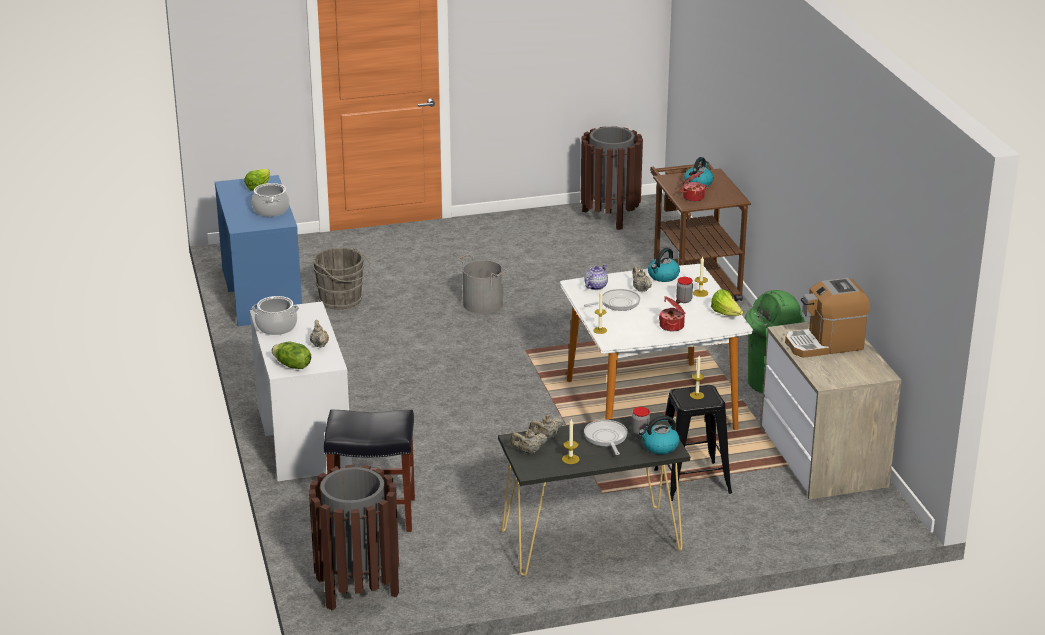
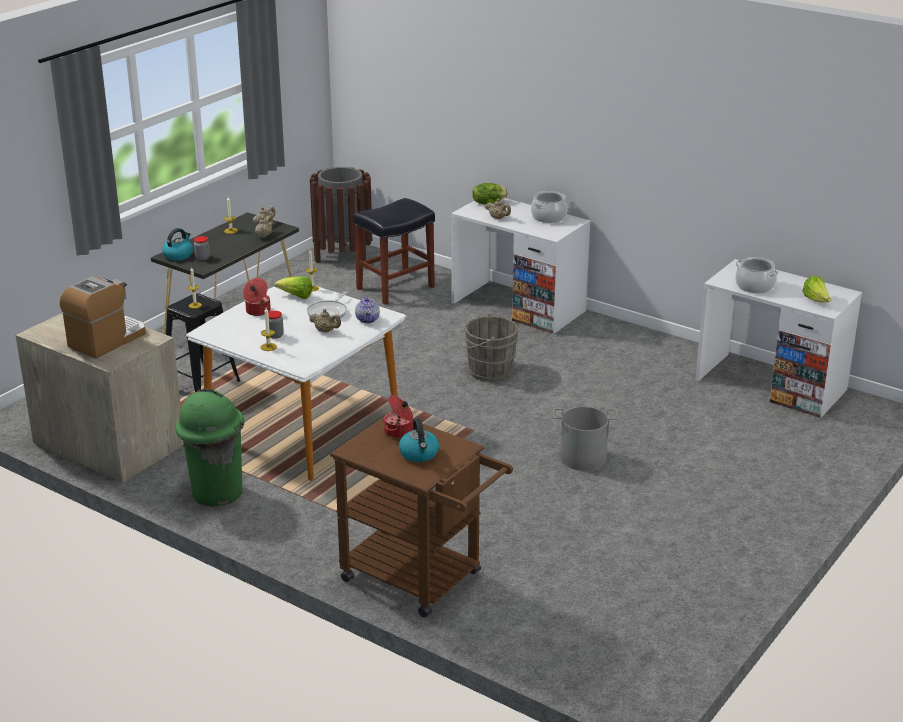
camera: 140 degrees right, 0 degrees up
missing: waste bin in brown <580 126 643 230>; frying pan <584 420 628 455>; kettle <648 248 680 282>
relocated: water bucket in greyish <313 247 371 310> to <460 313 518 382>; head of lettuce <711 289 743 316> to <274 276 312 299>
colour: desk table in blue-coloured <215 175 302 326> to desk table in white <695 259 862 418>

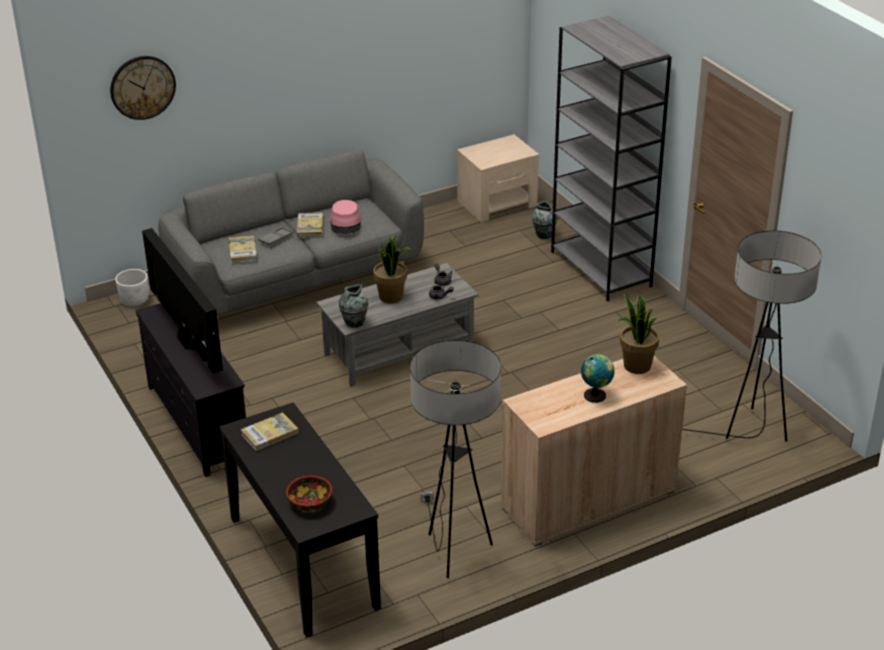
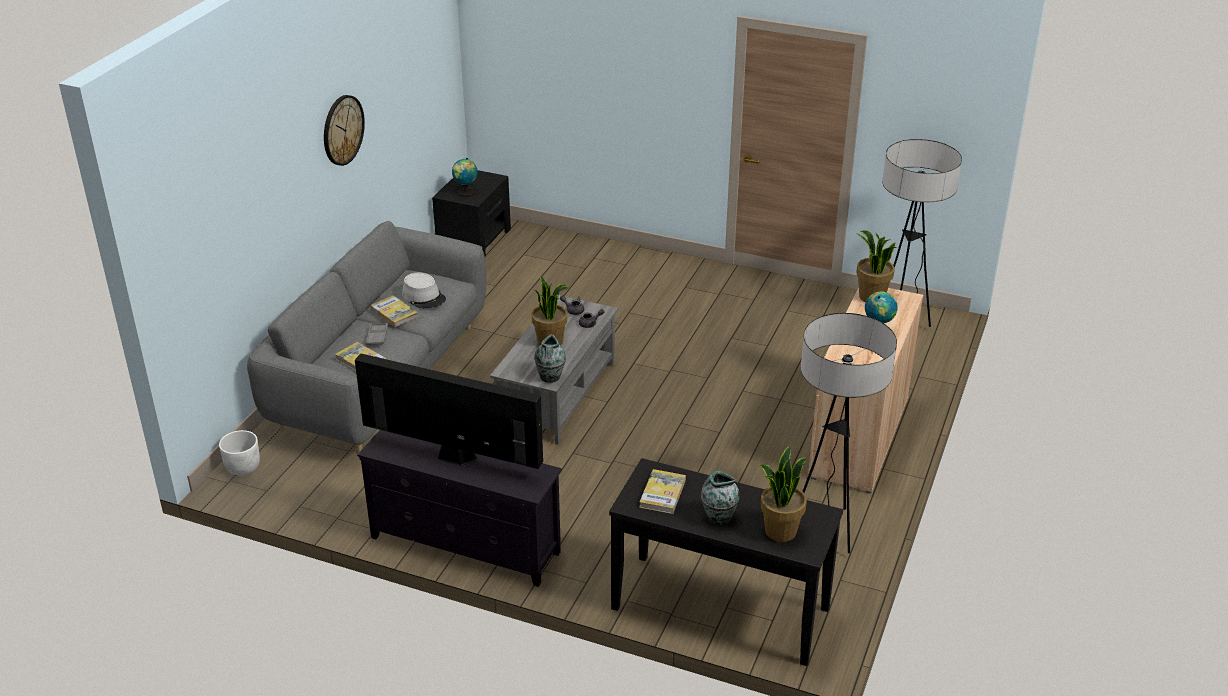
camera: 40 degrees left, 0 degrees up
missing: bookcase in greyish <551 15 672 301>
appeared: globe <452 158 478 197>
relocated: clock on the wall <110 56 176 120> to <324 95 365 166>; vase <532 201 558 239> to <701 471 740 526>
exchanged: bowl <286 476 332 511> to potted plant <760 445 808 542>
colour: hat in pink <330 200 362 234> to hat in greyish <402 273 446 308>; bedside table in sand-coloured <457 134 539 222> to bedside table in black-coloured <432 170 511 257>

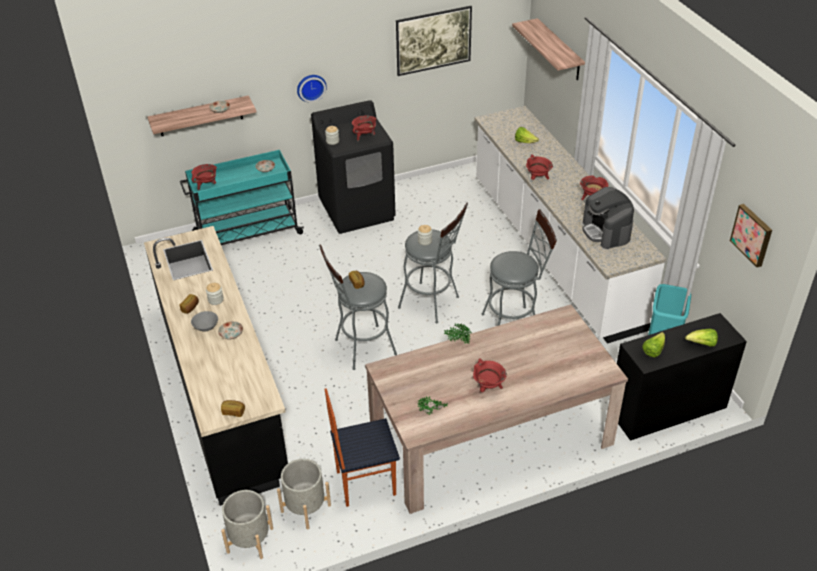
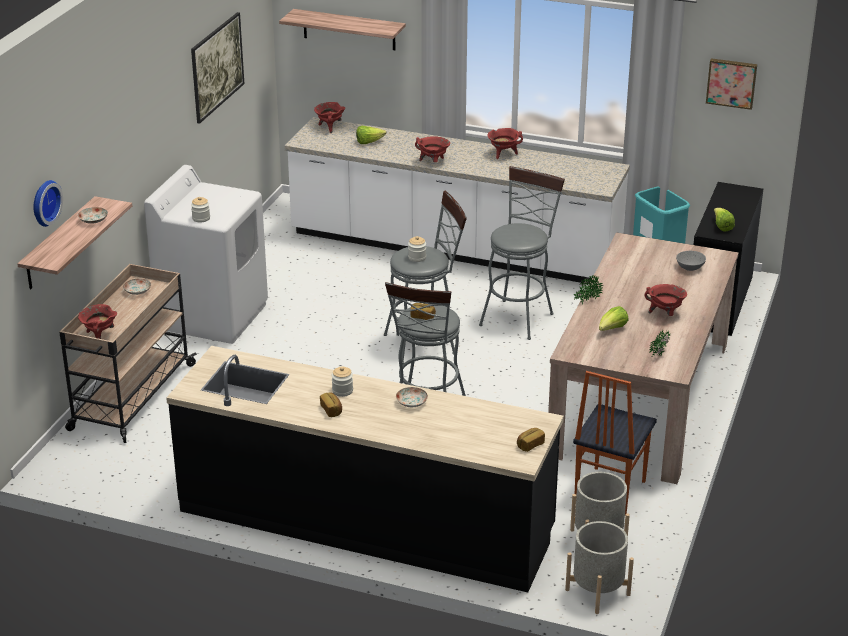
camera: 50 degrees left, 10 degrees down
missing: coffee maker <582 187 634 249>
relocated: bowl in greyish <191 311 218 331> to <676 251 706 271>; clock on the wall <297 75 327 102> to <34 180 63 227>; saucepot in red-coloured <352 115 376 142> to <314 102 345 133>; head of lettuce <685 329 718 347> to <599 306 629 331>
colour: cart in blue-green <180 150 304 245> to cart in sand-coloured <59 264 197 443>; laundry machine in black-coloured <311 100 396 234> to laundry machine in white <144 165 268 344>

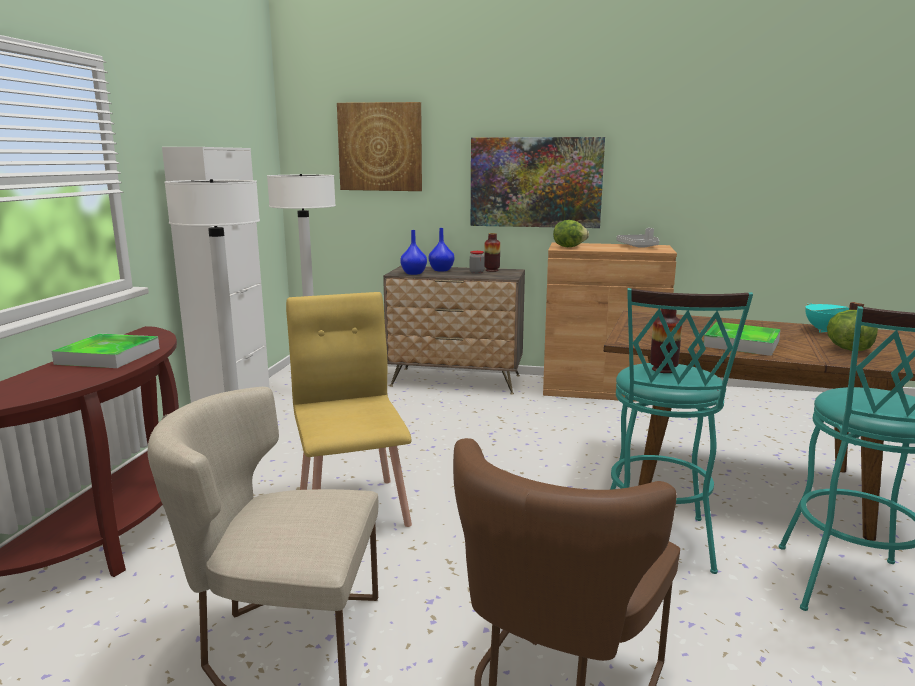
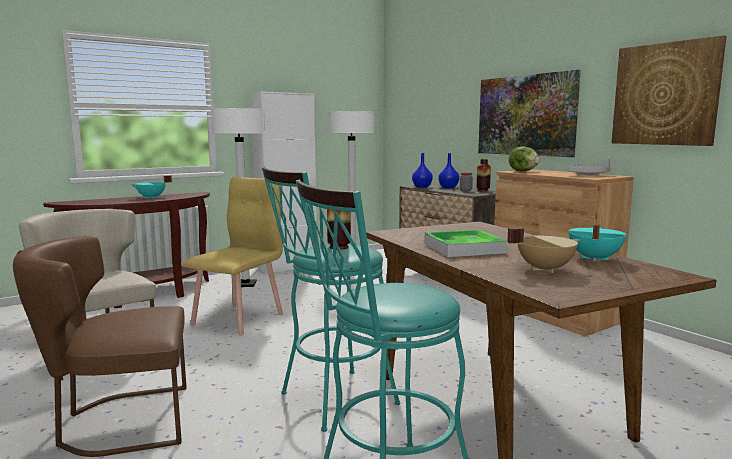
camera: 45 degrees right, 5 degrees down
relocated: picture <337 102 422 191> to <611 35 727 146>
exchanged: tray <52 334 160 368> to saucepot in blue-green <131 175 172 199>; head of lettuce <827 310 878 351> to saucepot in sand-coloured <507 228 580 273>

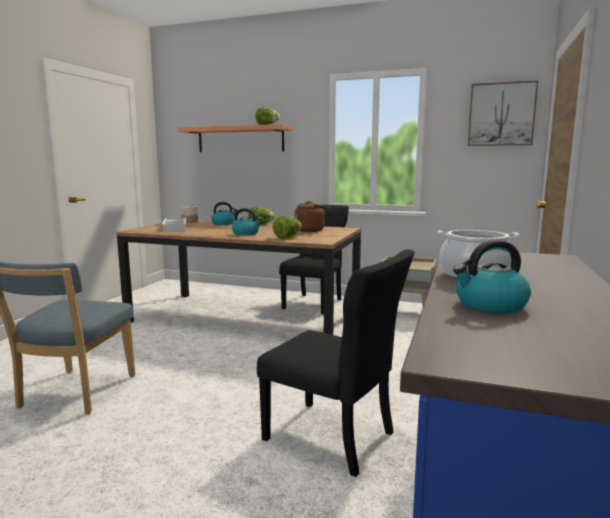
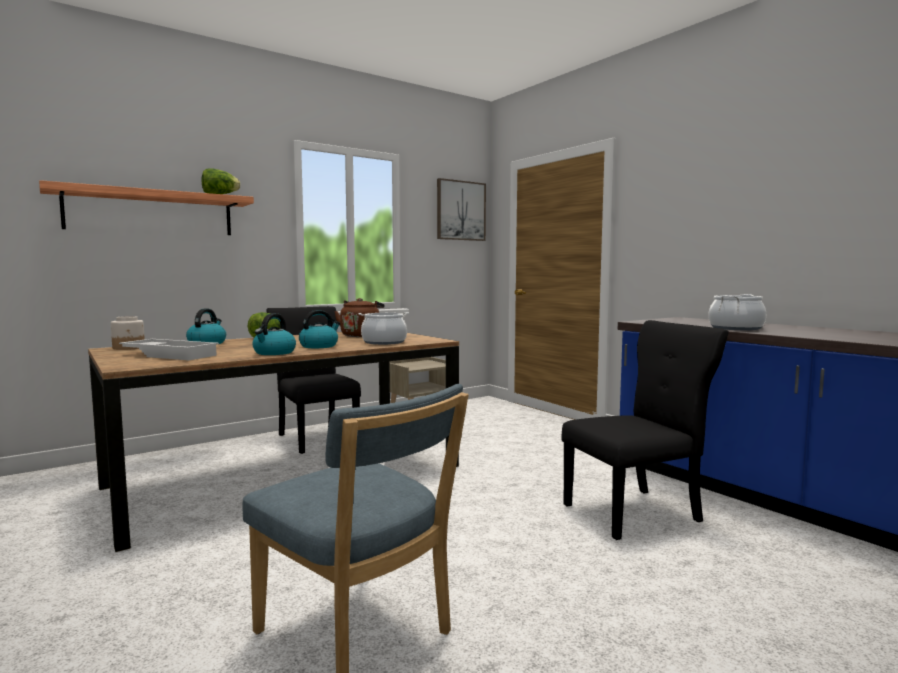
camera: 55 degrees left, 5 degrees down
relocated: kettle <453 240 531 314> to <252 313 296 355>
exchanged: head of lettuce <273 216 302 238> to saucepot <359 312 409 345>

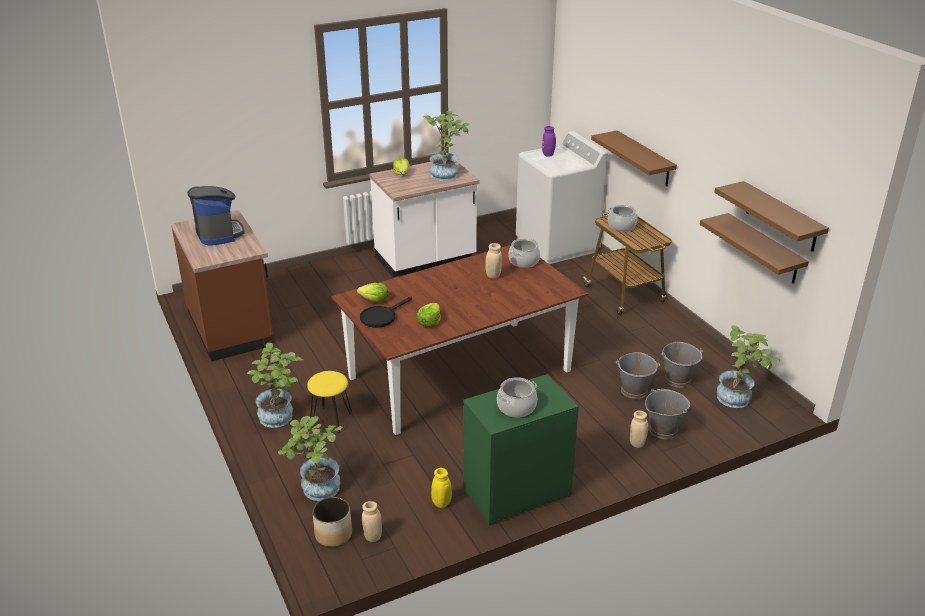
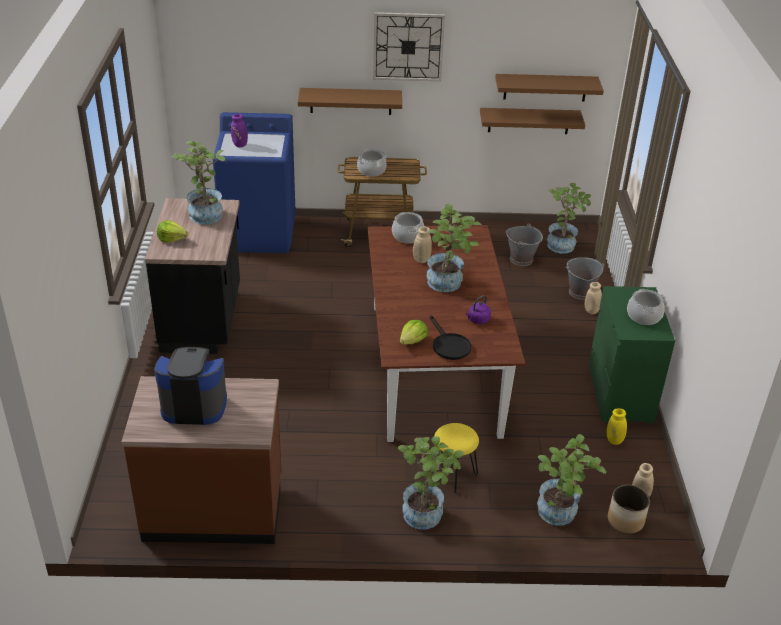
camera: 65 degrees left, 5 degrees up
missing: water bucket in greyish <616 352 660 399>
appeared: clock on the wall <373 12 445 81>; potted plant <426 204 481 292>
exchanged: head of lettuce <417 303 441 327> to kettle in purplish <466 295 491 324>
colour: counter in white <369 162 480 277> to counter in black-coloured <145 198 240 354>; laundry machine in white <516 131 608 264> to laundry machine in blue-coloured <213 112 296 253>

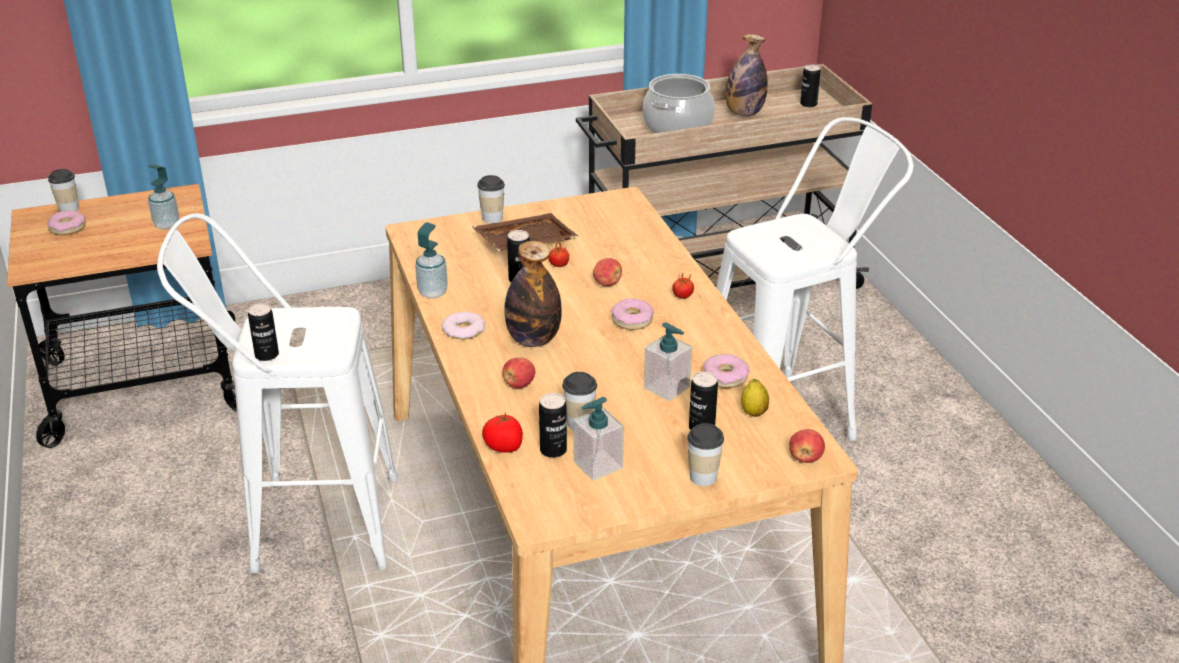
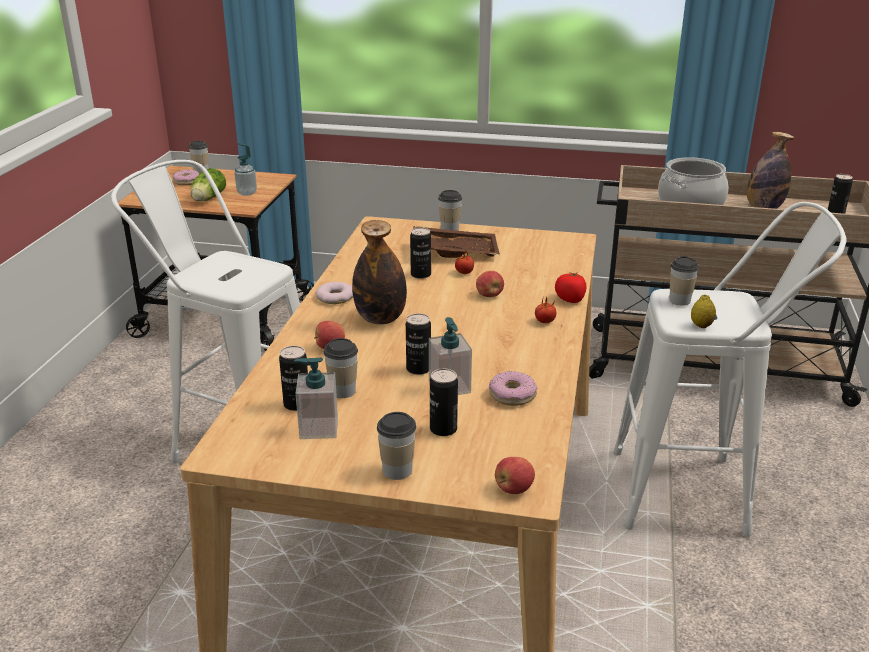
camera: 30 degrees right, 5 degrees down
missing: liquid soap bottle <415 222 448 298>; doughnut <611 298 654 330>
appeared: head of lettuce <191 168 226 201>; cup <669 256 699 305>
relocated: can <248 303 279 361> to <406 313 431 375>; whole tomato <482 412 523 453> to <555 272 586 303>; citrus fruit <741 379 769 417> to <691 295 716 328>

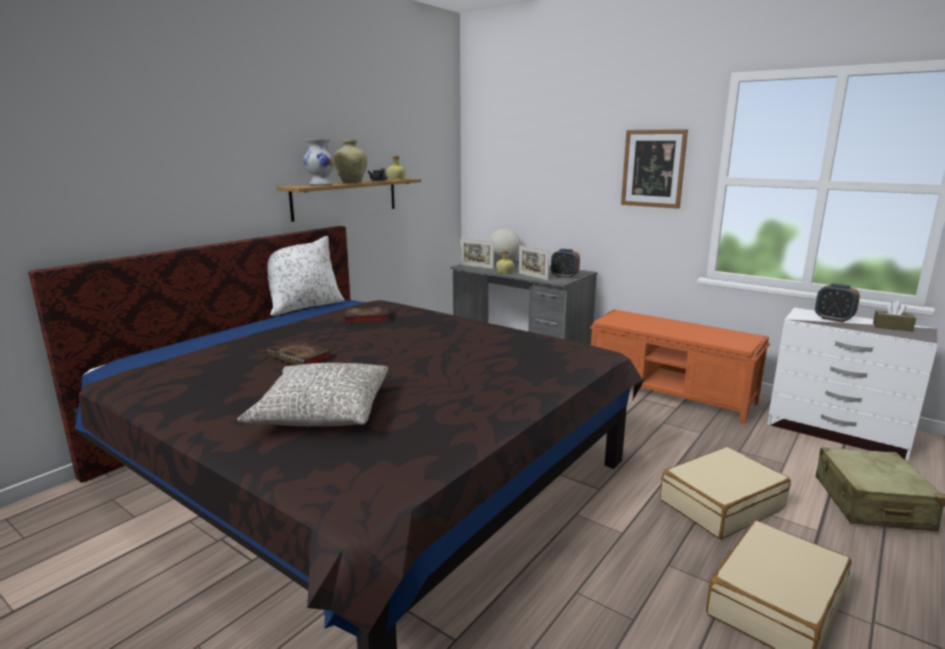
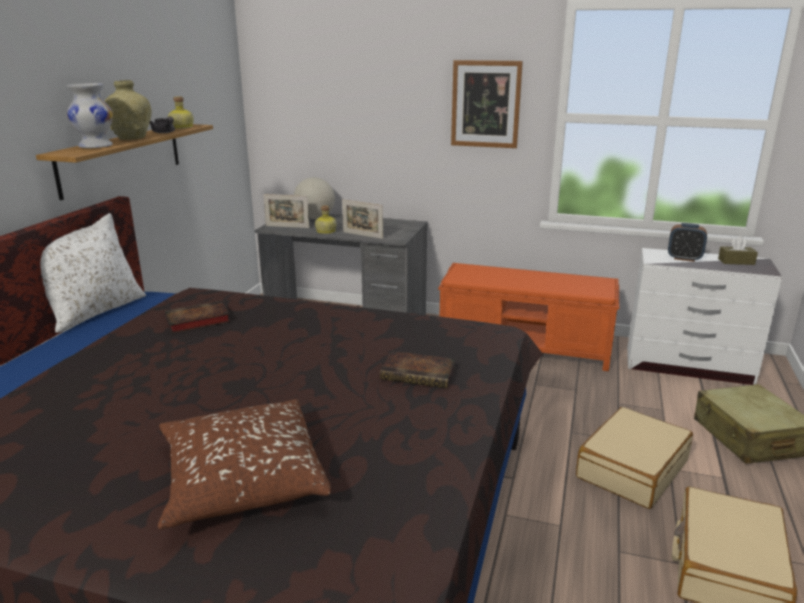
camera: 20 degrees left, 5 degrees up
missing: alarm clock <551 249 580 278>
relocated: bound book <267 340 333 365> to <380 351 456 388>
colour: cushion in greyish <237 363 388 426> to cushion in brown <158 399 331 529>

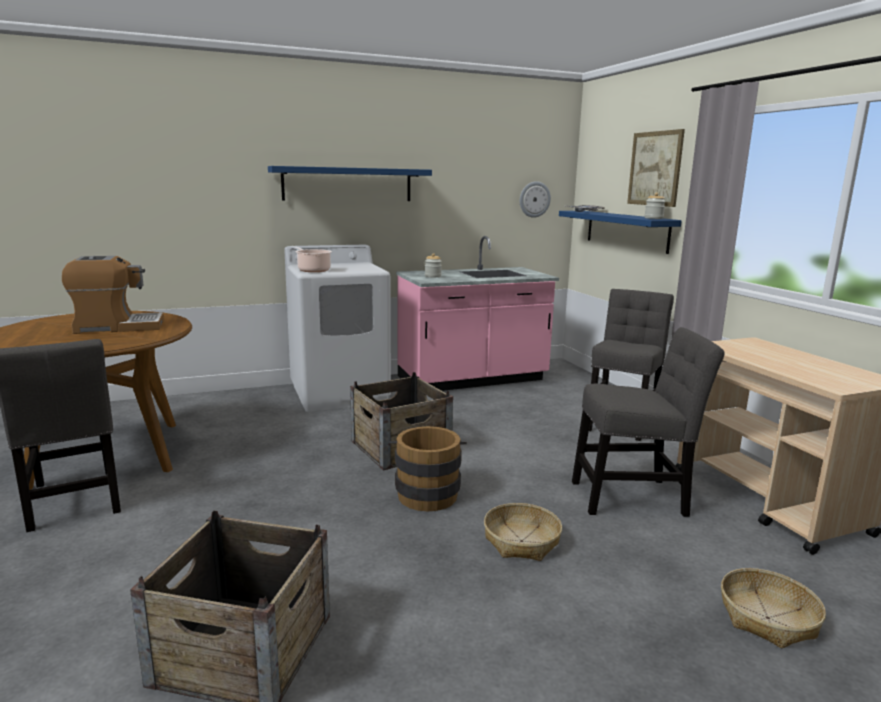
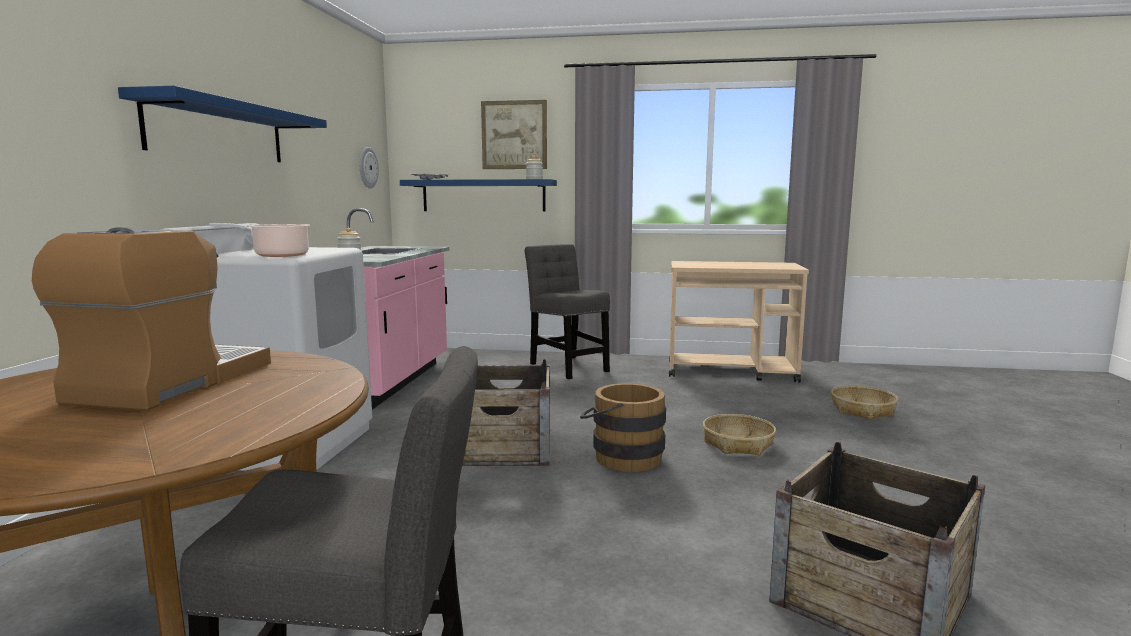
camera: 60 degrees left, 5 degrees down
missing: upright chair in greyish <572 327 725 517>

